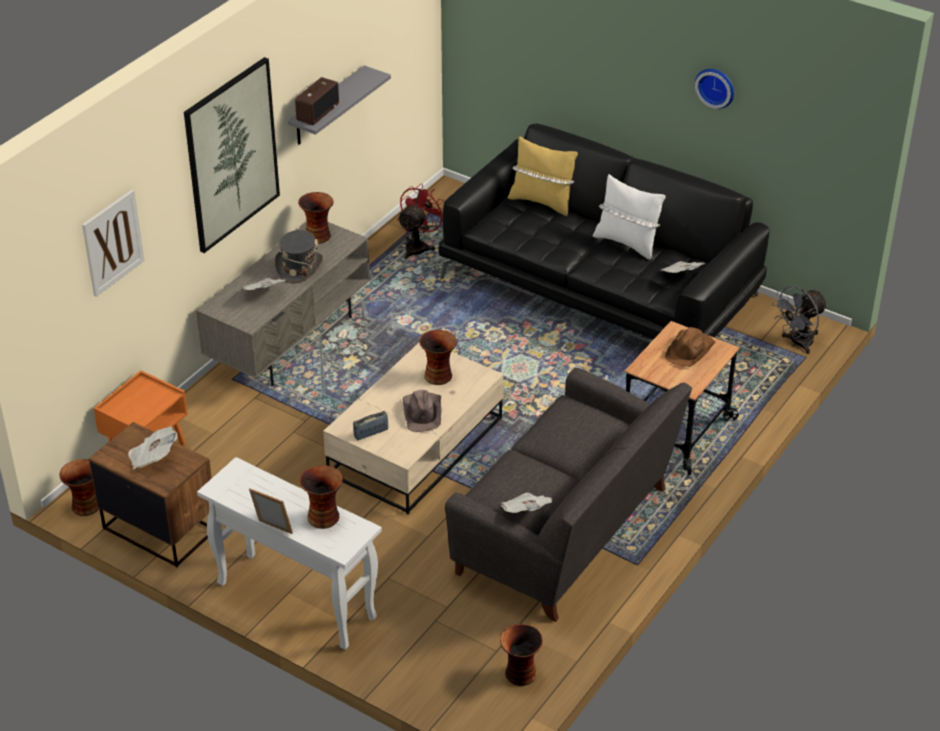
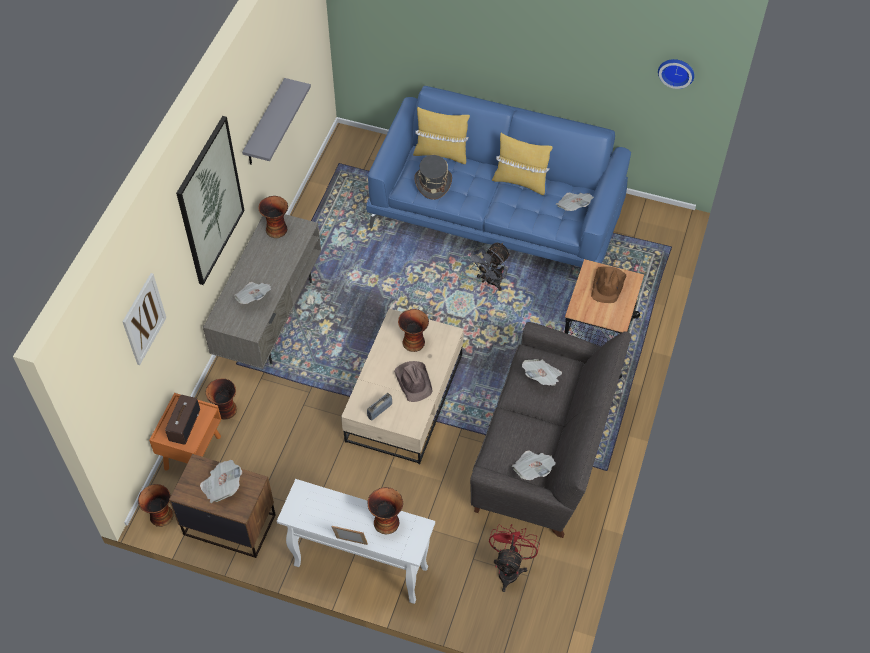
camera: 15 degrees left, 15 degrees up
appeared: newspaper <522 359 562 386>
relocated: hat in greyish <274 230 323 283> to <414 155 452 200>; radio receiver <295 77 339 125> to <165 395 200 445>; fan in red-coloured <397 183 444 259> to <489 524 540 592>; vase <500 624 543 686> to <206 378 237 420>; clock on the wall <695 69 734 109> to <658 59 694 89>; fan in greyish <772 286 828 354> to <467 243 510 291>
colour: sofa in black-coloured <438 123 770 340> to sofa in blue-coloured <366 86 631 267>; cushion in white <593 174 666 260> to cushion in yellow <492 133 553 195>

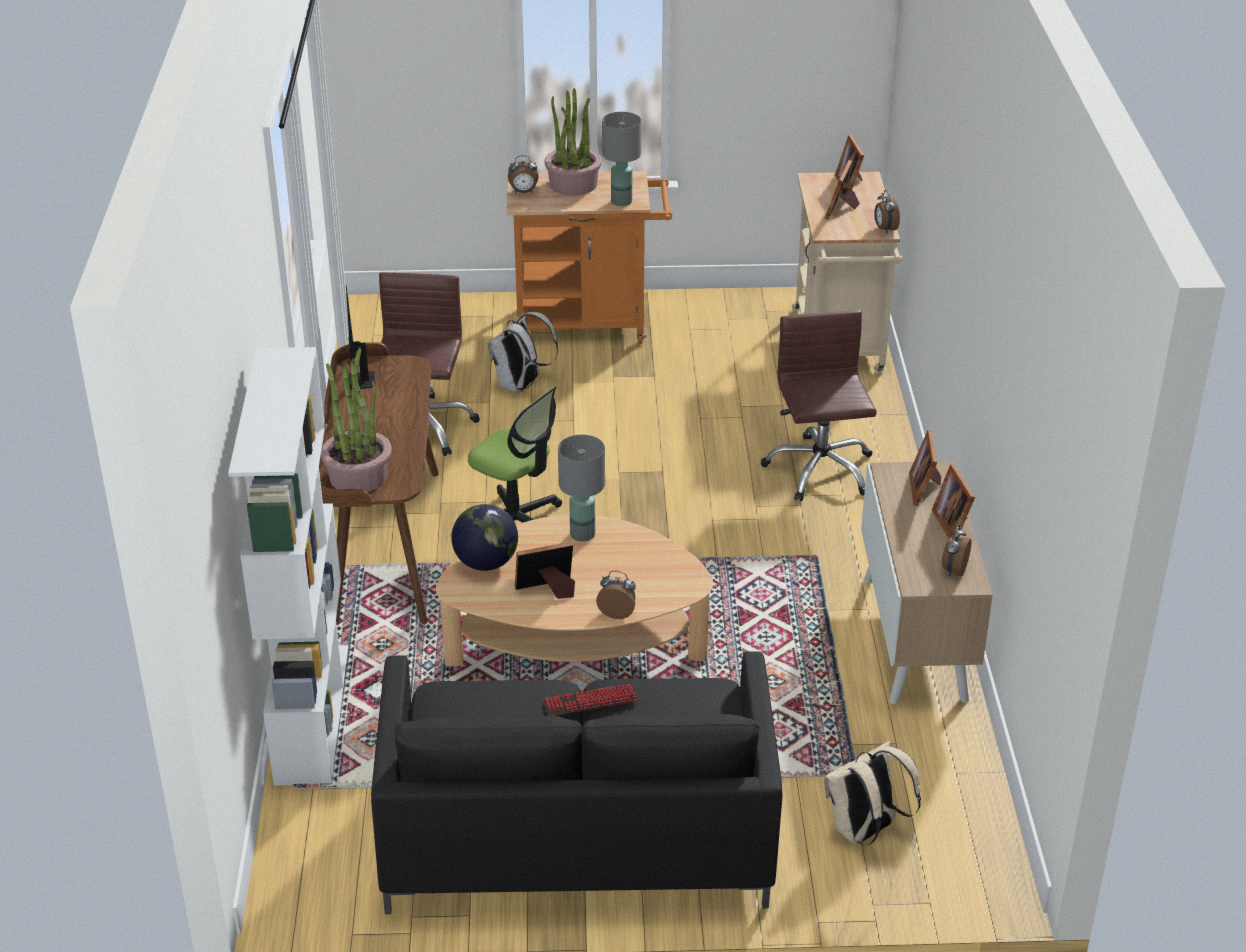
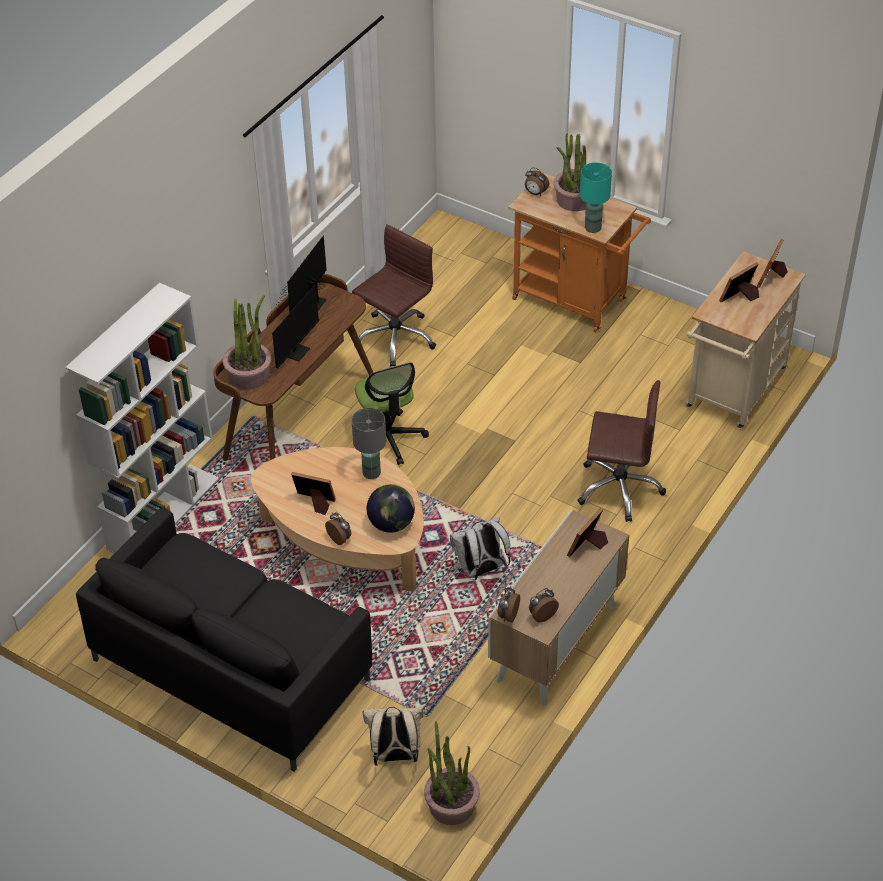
camera: 35 degrees right, 10 degrees up
missing: PC keyboard <543 684 639 716>; picture frame <932 464 975 539>
appeared: computer screen <272 278 329 368>; potted plant <424 721 480 825>
relocated: globe <451 504 518 571> to <367 484 415 533>; rucksack in white <488 312 558 393> to <450 517 511 580>; alarm clock <874 190 900 233> to <498 587 520 623>
colour: tabletop lamp in greyish <602 112 641 206> to tabletop lamp in blue-green <580 162 612 233>
spun: desk chair in brown <761 310 877 501> = <577 380 666 522> 75 degrees clockwise

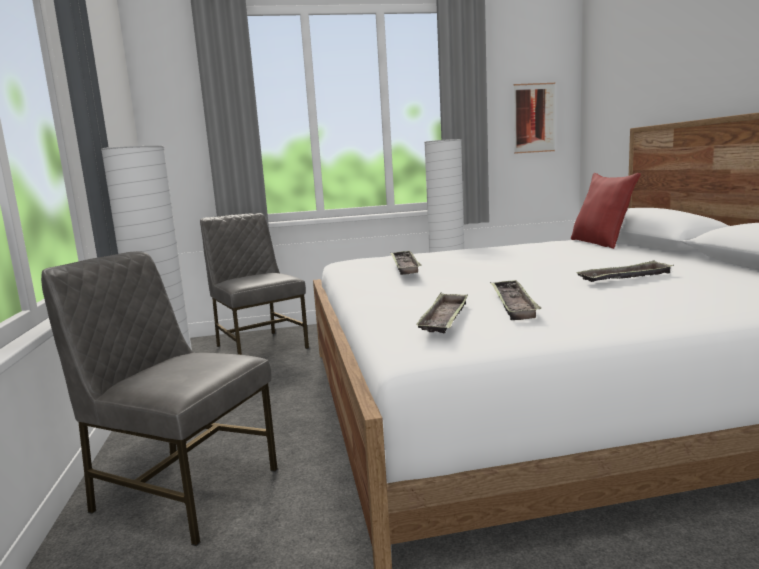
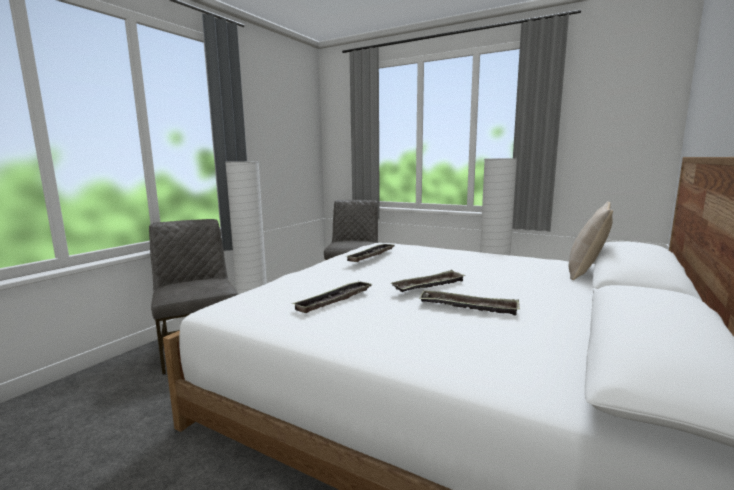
camera: 40 degrees right, 0 degrees up
missing: picture <514 83 555 154>
relocated: tray <416 293 468 333> to <391 270 466 292>
colour: cushion in red-coloured <571 173 641 249> to cushion in sand-coloured <569 201 613 280>

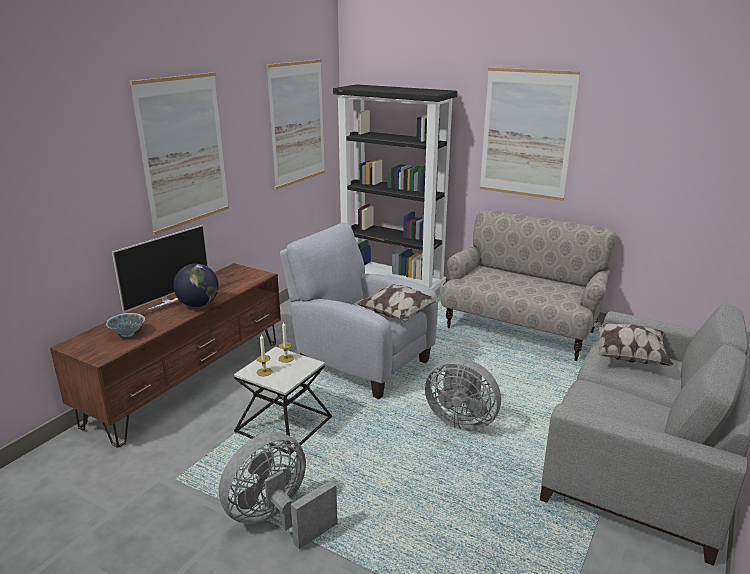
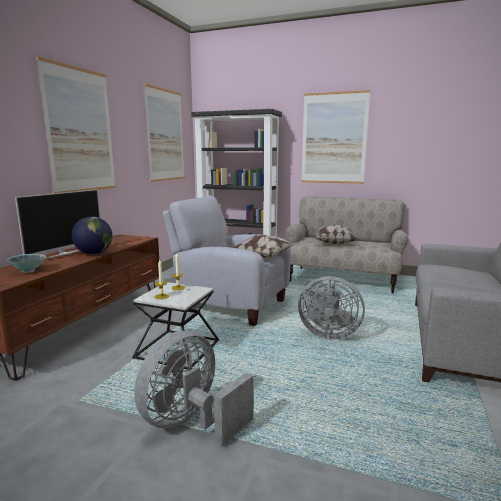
camera: 10 degrees left, 10 degrees down
relocated: cushion <592 322 674 366> to <312 225 357 245>

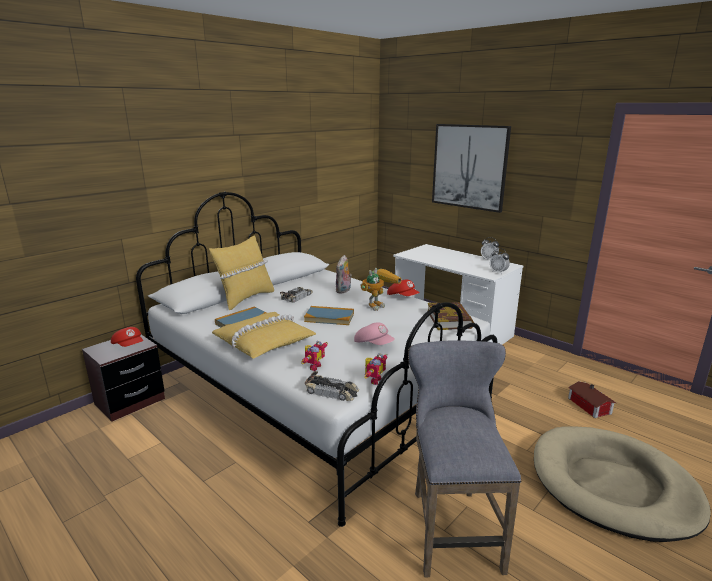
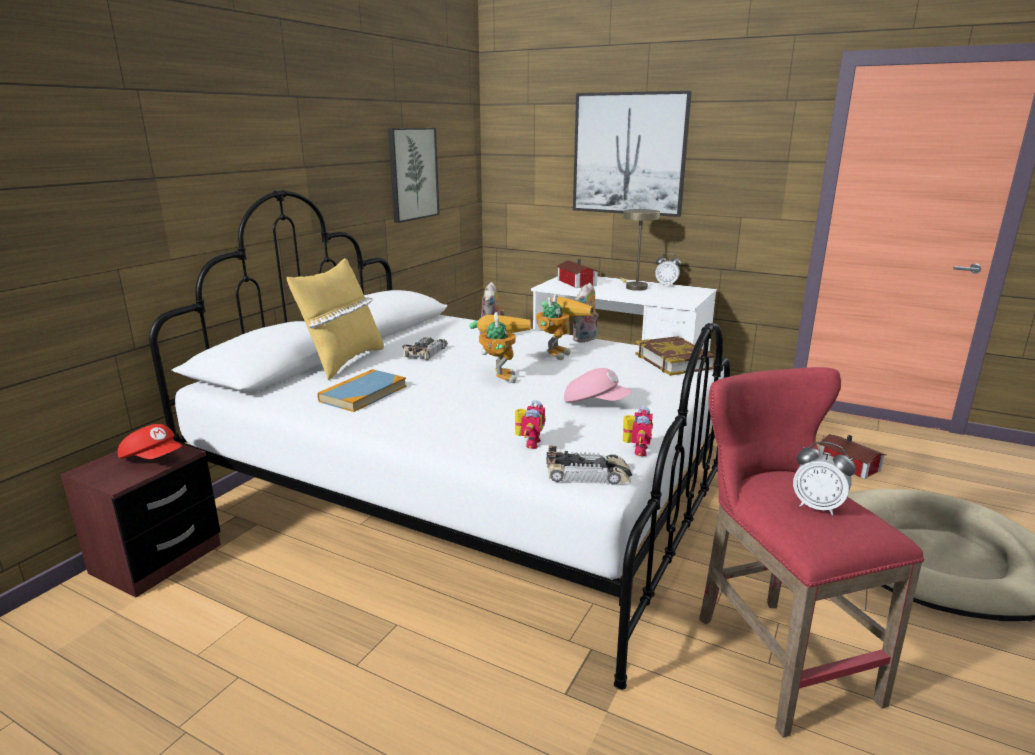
camera: 15 degrees left, 0 degrees up
missing: cushion in yellow <212 312 316 359>
appeared: picture <388 128 440 223>; model house <556 259 599 288>; tabletop lamp in sand-coloured <620 209 660 291>
relocated: alarm clock <490 248 510 274> to <793 442 856 515>
exchanged: bound book <304 306 354 325> to robot figure <469 312 531 383>; cap in red-coloured <387 279 420 296> to plush toy <572 283 599 343>
colour: stool seat in greyish <408 340 521 577> to stool seat in red-coloured <699 367 924 738>

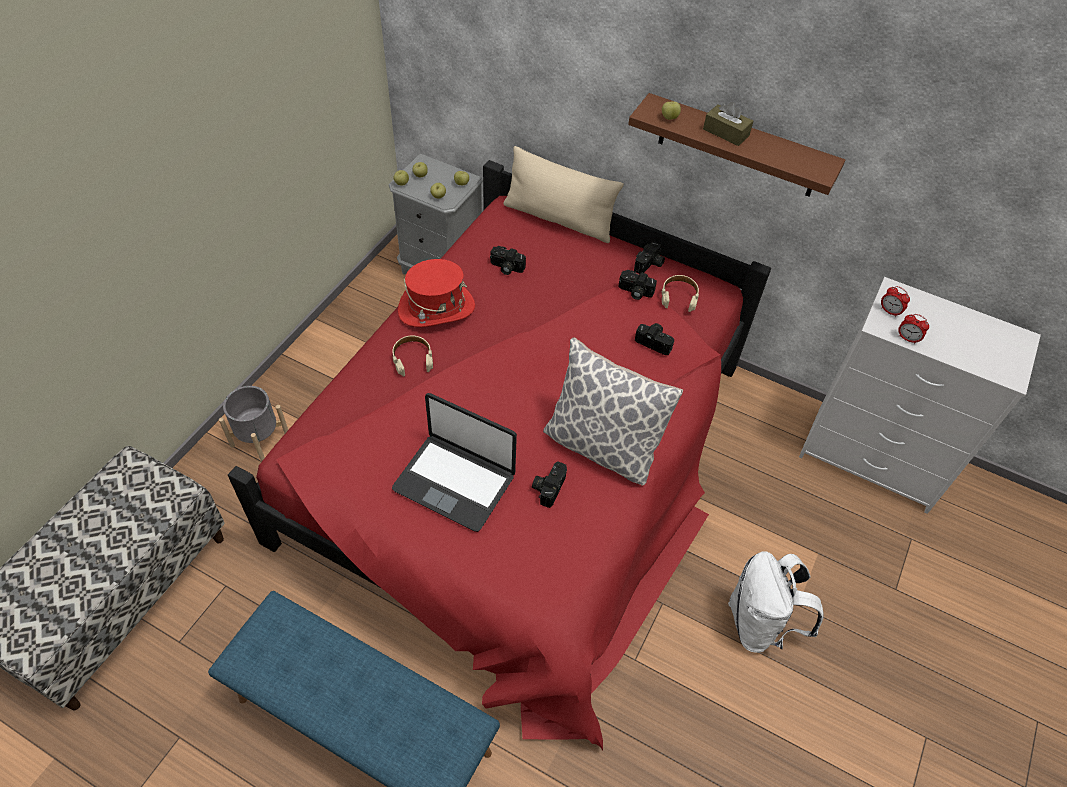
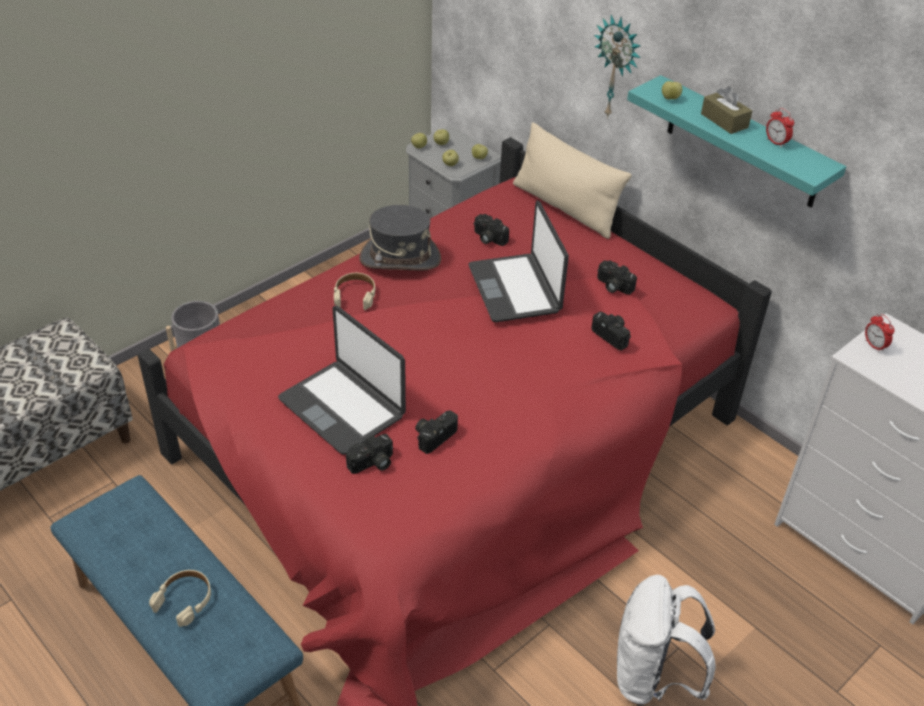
camera: 20 degrees right, 10 degrees down
missing: cushion <543 337 683 486>
appeared: laptop <469 201 569 322>; clock on the wall <594 15 641 118>
relocated: still camera <634 241 665 274> to <346 434 393 474>; headphones in sand-coloured <662 275 699 312> to <149 570 211 627>; alarm clock <898 314 929 344> to <766 108 794 148>
colour: hat in red-coloured <398 259 475 327> to hat in greyish <359 205 441 271>; wall shelf in brown <628 93 845 196> to wall shelf in blue-green <627 75 846 207>

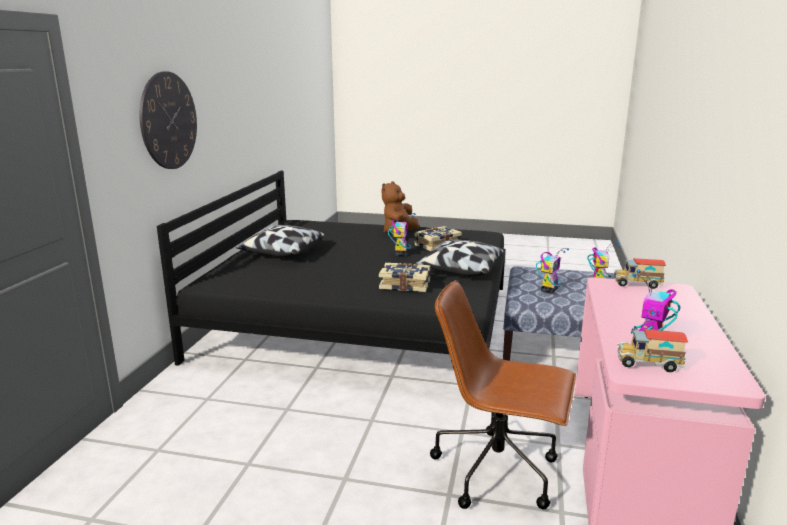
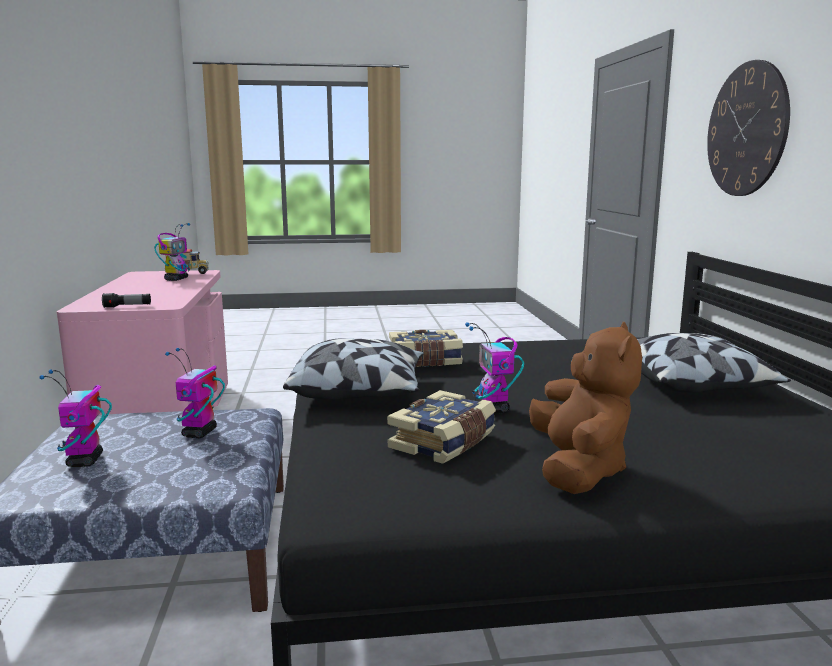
camera: 160 degrees right, 5 degrees down
missing: desk chair in brown <430 280 576 509>
exchanged: model truck <613 258 666 289> to torch <102 293 151 308>

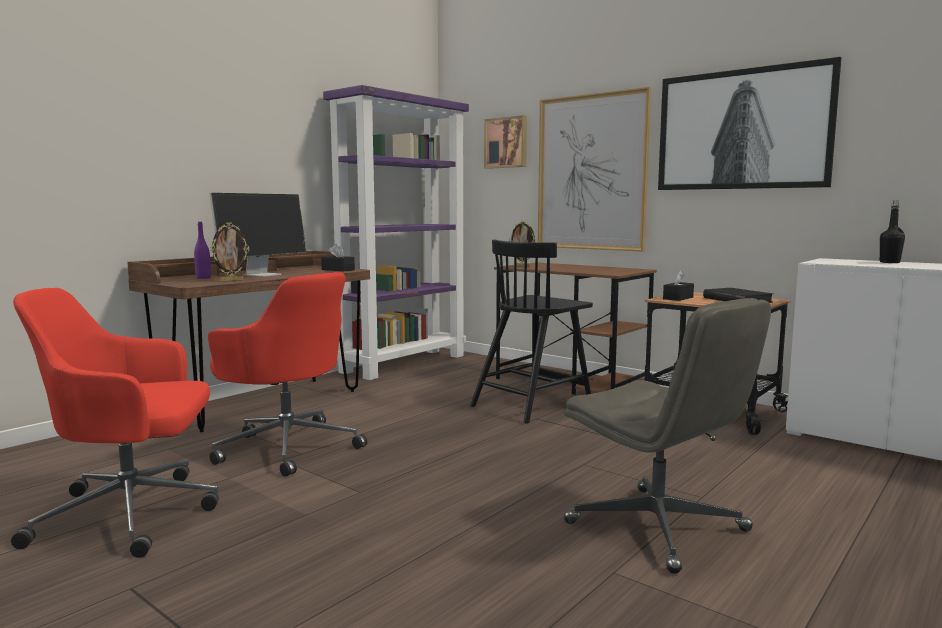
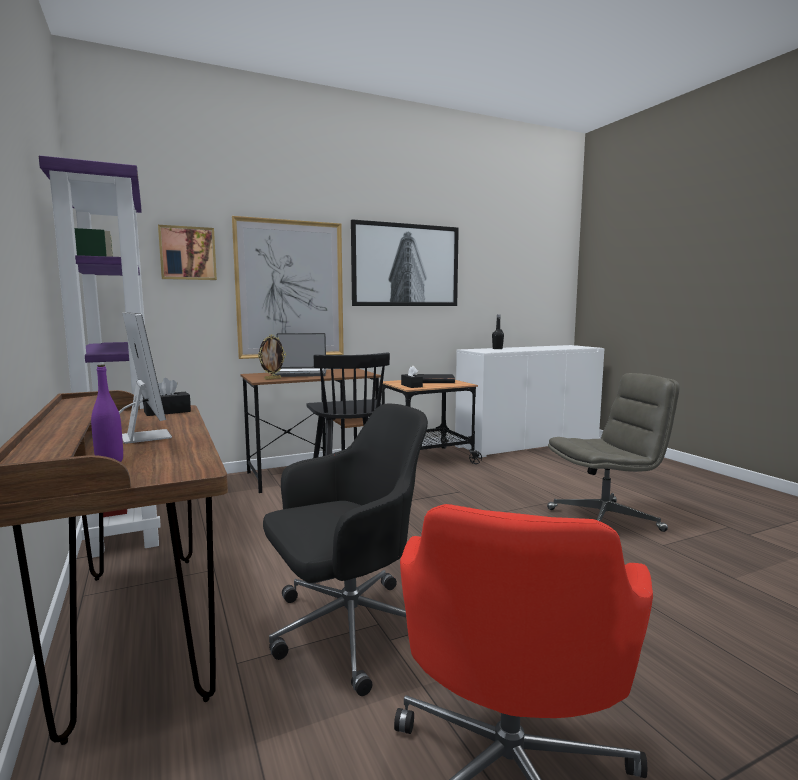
camera: 65 degrees left, 0 degrees up
missing: picture frame <210 222 249 282>
appeared: laptop <273 333 326 377>
colour: desk chair in red-coloured <208 272 367 477> to desk chair in black-coloured <263 404 428 696>

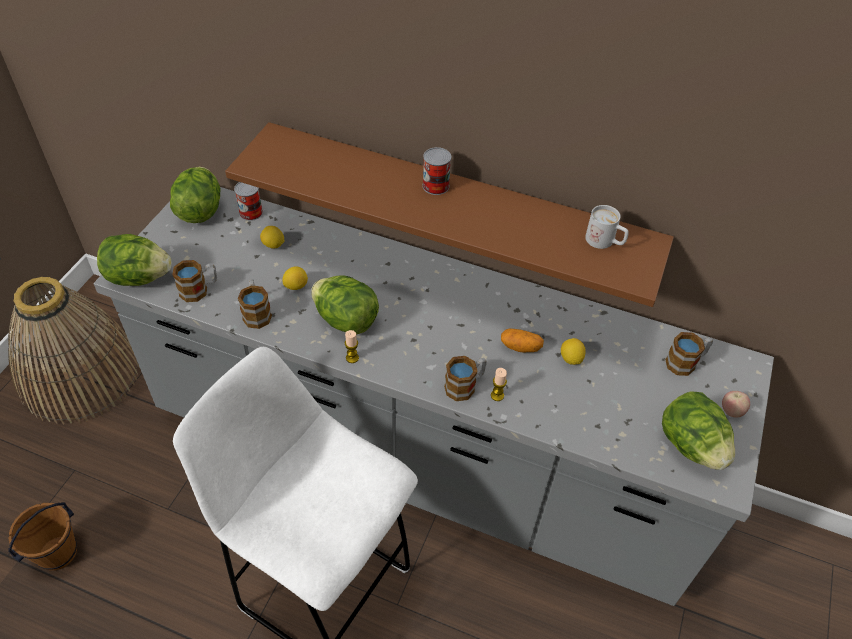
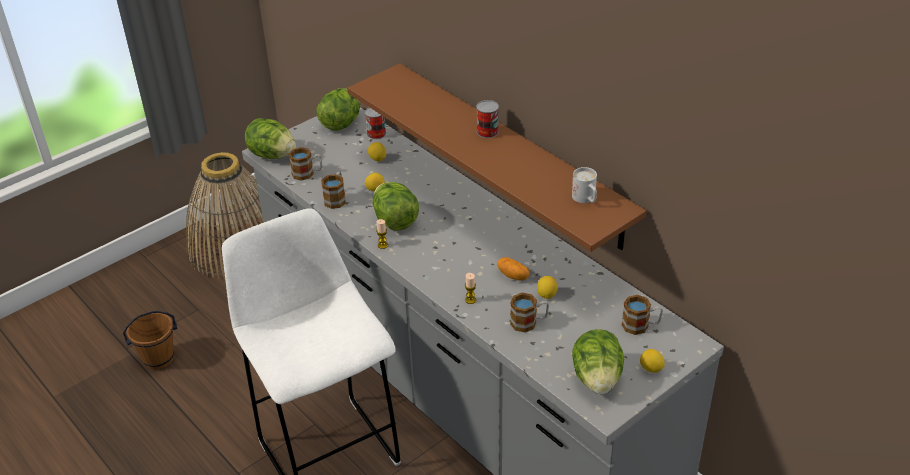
camera: 30 degrees right, 10 degrees down
relocated: coffee mug <444 356 487 401> to <510 293 549 332>
exchanged: apple fruit <722 391 750 417> to citrus fruit <640 349 665 373>

